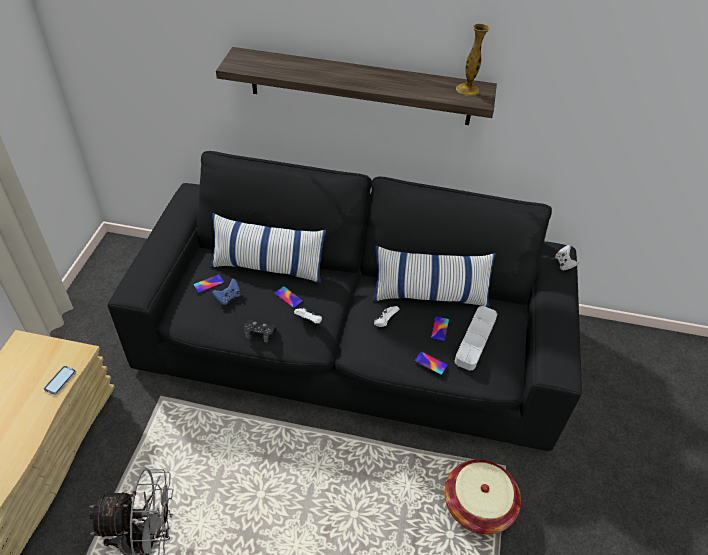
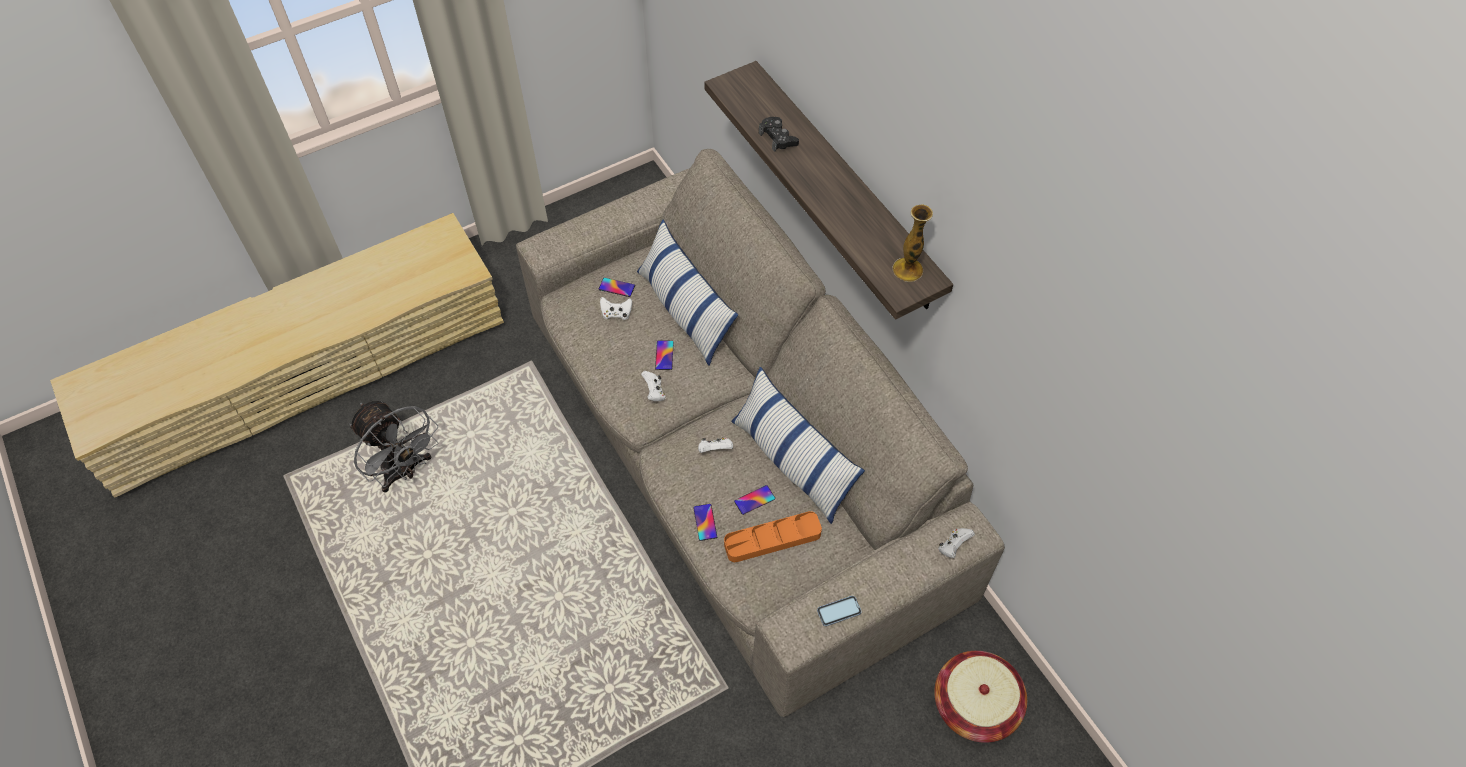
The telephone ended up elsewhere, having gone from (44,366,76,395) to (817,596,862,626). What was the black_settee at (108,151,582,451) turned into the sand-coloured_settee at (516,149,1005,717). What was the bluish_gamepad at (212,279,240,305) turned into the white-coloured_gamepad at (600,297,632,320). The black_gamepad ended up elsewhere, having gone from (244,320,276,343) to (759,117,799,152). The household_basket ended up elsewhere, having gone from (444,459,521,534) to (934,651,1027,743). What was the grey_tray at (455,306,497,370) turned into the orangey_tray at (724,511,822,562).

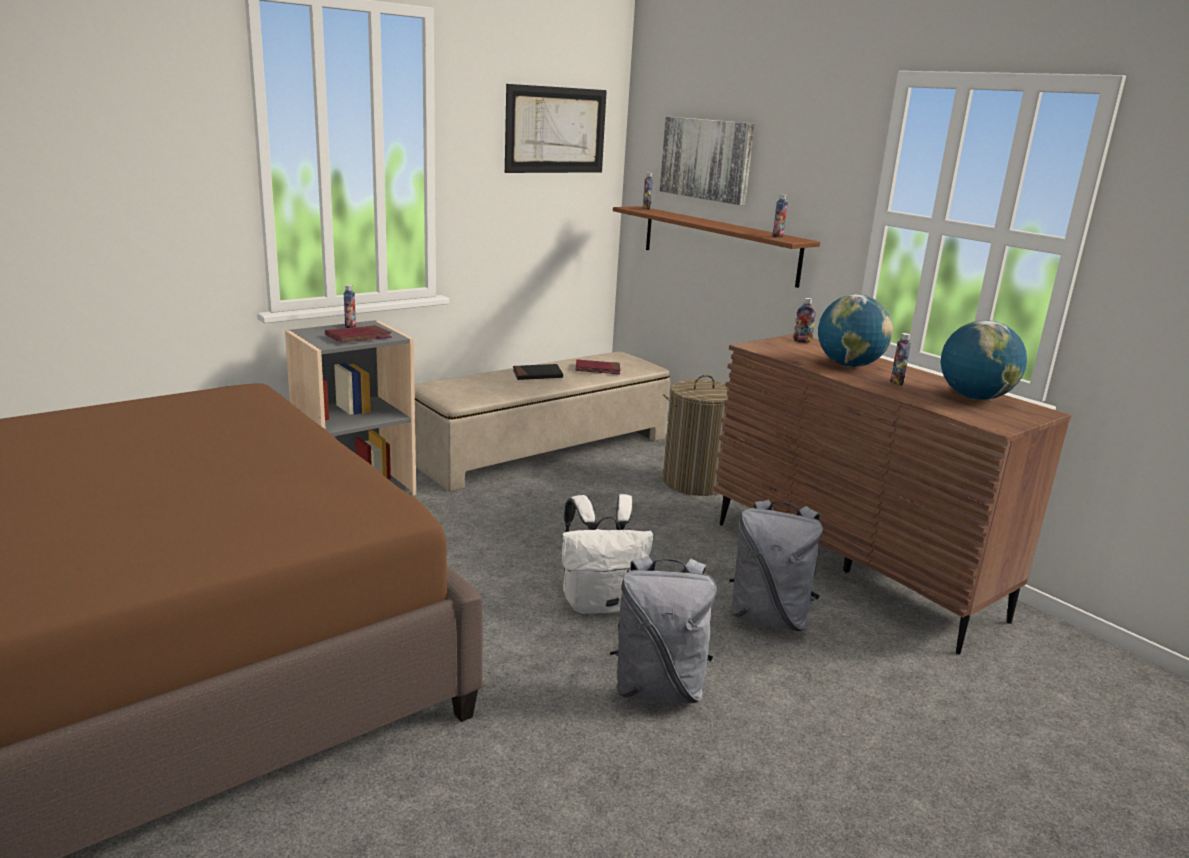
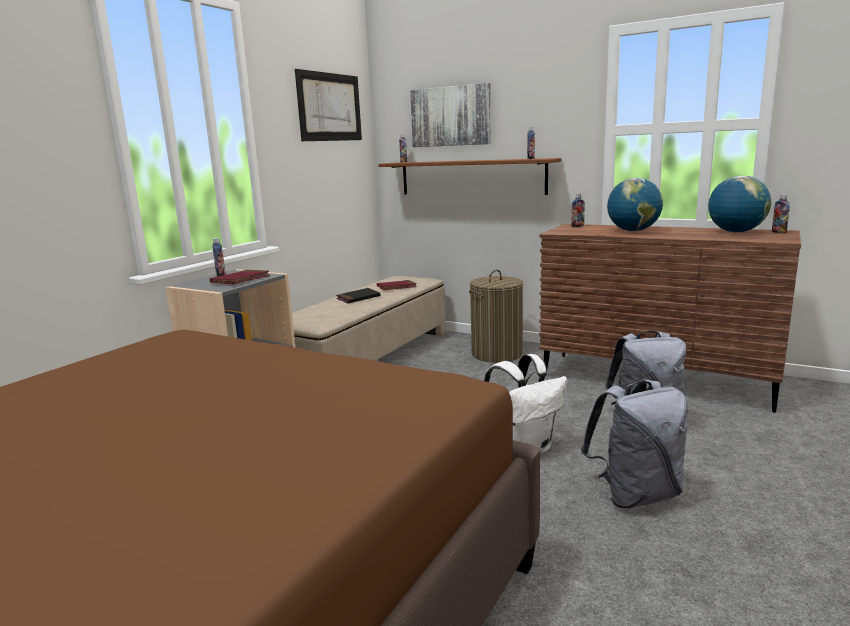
The beverage_bottle ended up elsewhere, having gone from (890,333,911,386) to (772,194,790,233).

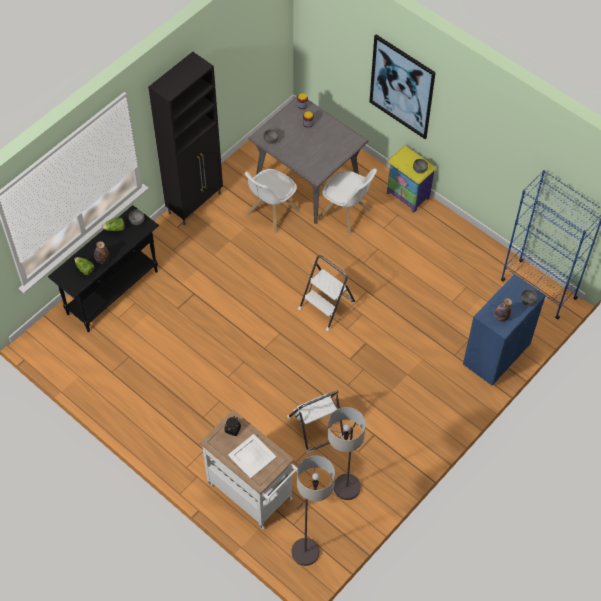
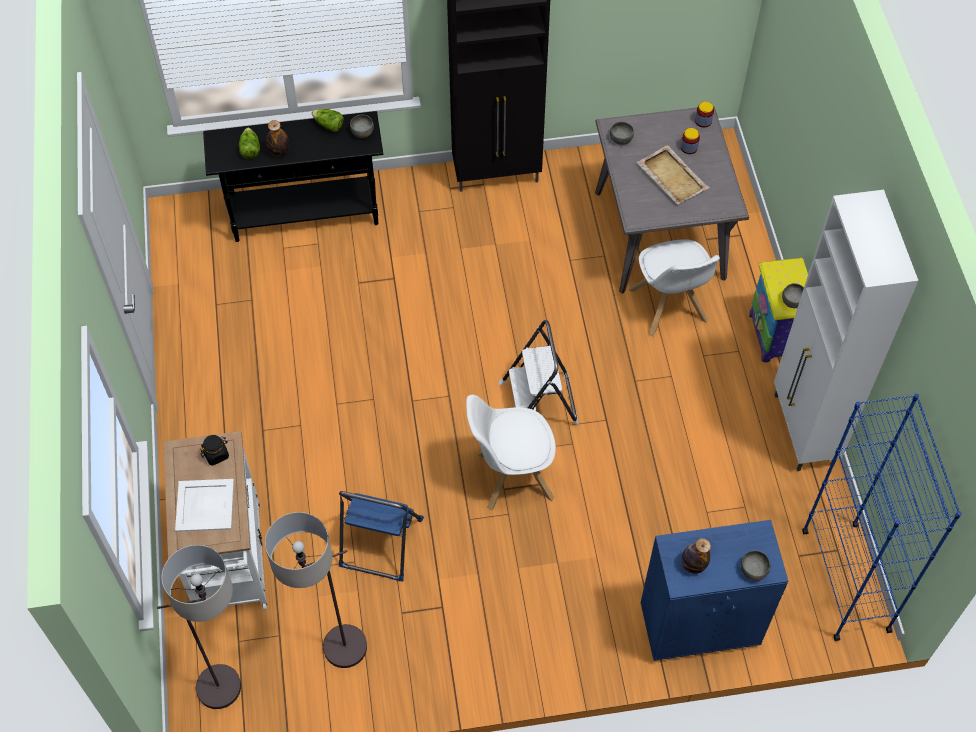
The white-coloured_upright_chair ended up elsewhere, having gone from (245,169,300,233) to (466,395,556,511). What was the white-coloured_stepladder at (287,391,344,453) turned into the bluish_stepladder at (339,491,424,582). The second view lost the wall_art at (369,34,436,139). The second view gained the sand-coloured_tray at (636,145,709,205). The second view gained the white-coloured_cupboard at (774,190,918,471).

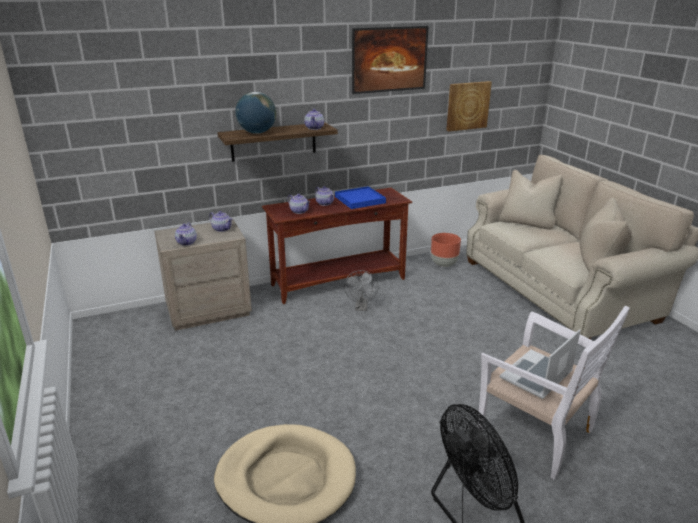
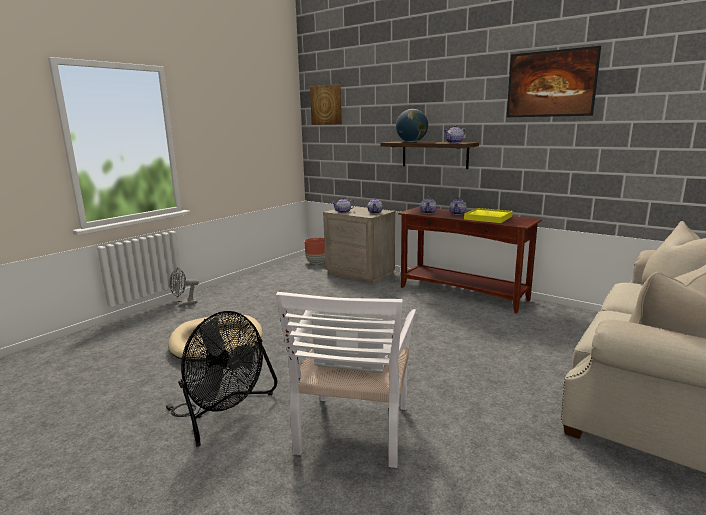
What was the bluish_tray at (335,186,386,209) turned into the yellow_tray at (464,208,513,223). The grey_fan ended up elsewhere, having gone from (344,270,378,311) to (170,267,199,306). The brown_flower_pot ended up elsewhere, having gone from (431,233,461,267) to (304,238,325,264). The wall_art ended up elsewhere, having gone from (446,81,492,132) to (310,84,342,125).

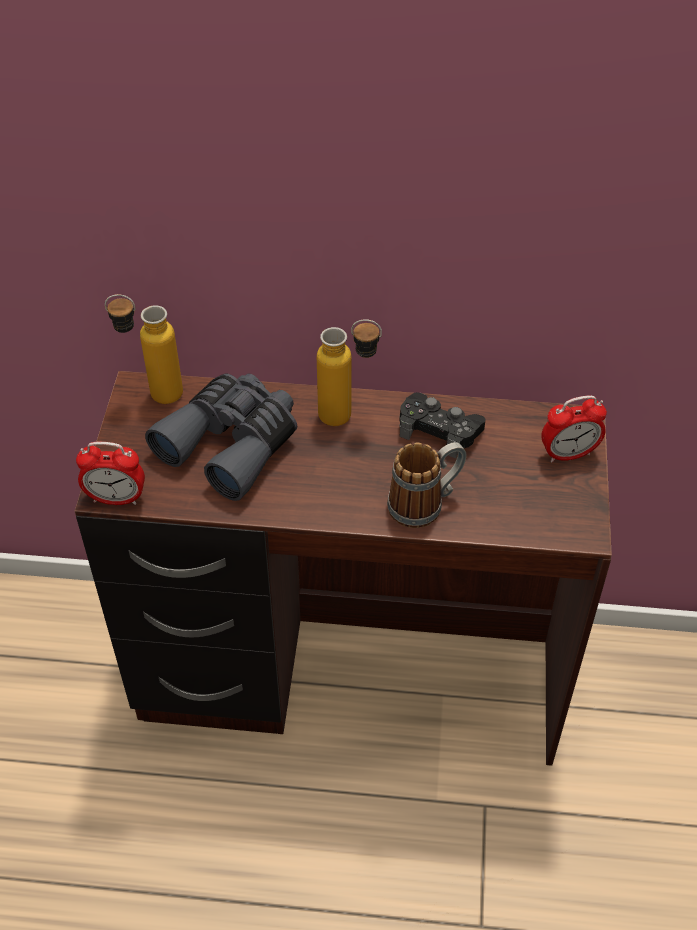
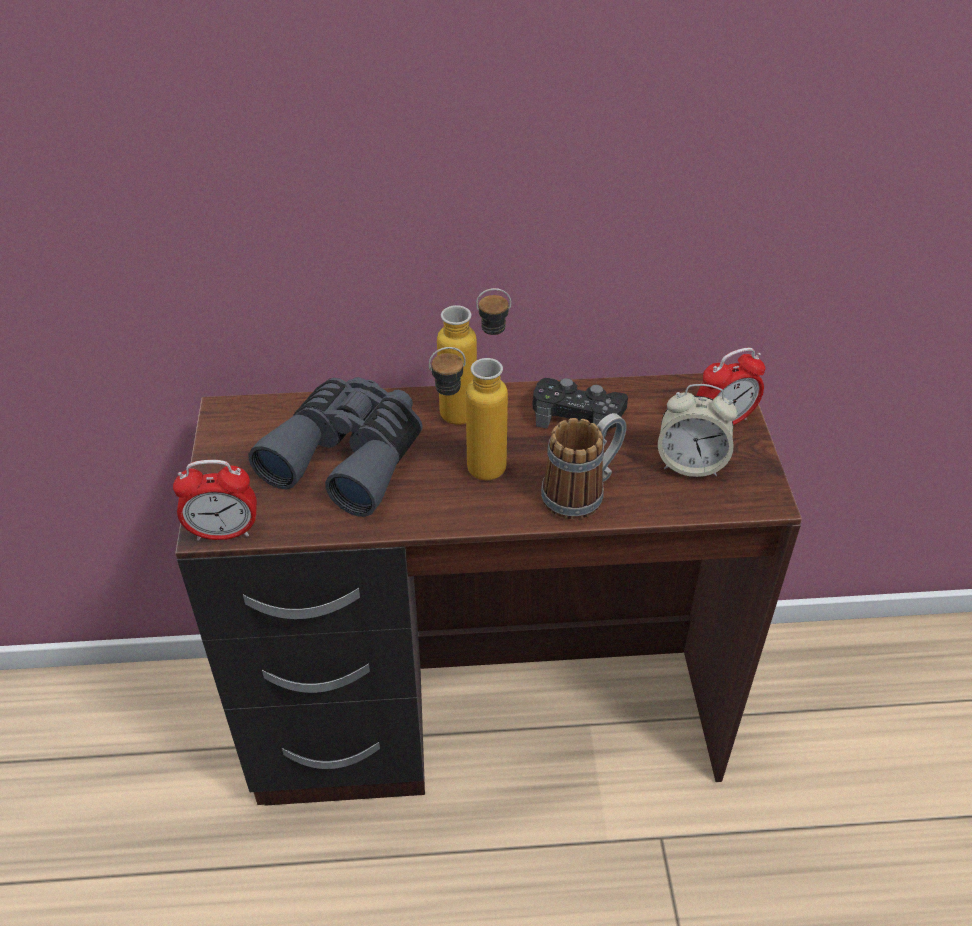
The beverage_bottle ended up elsewhere, having gone from (105,294,183,404) to (429,347,508,480). The second view gained the bedside_clock at (658,384,738,477).

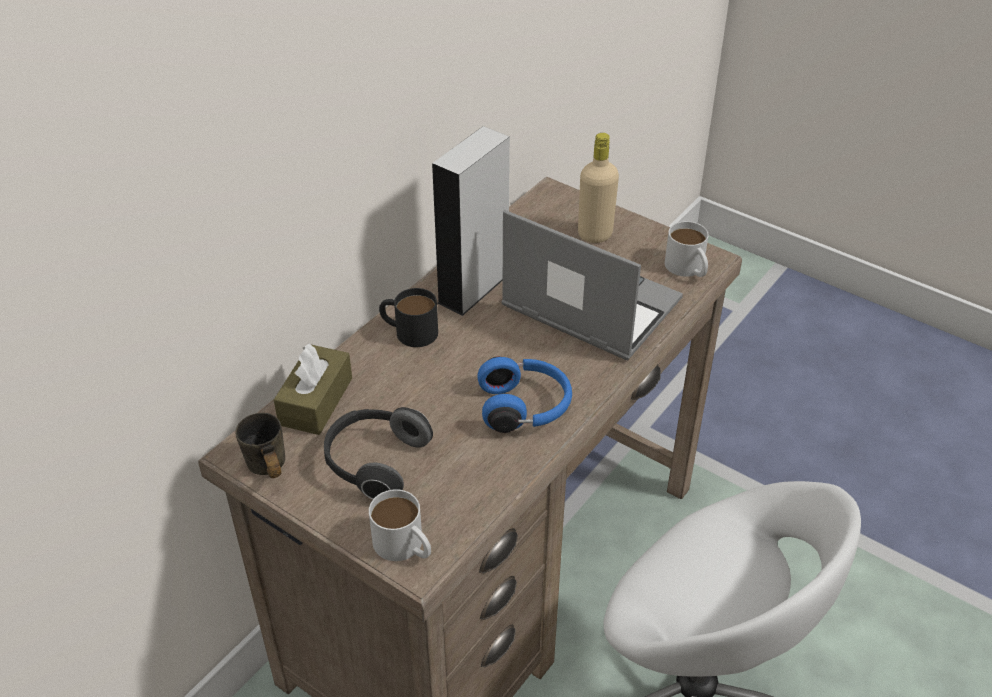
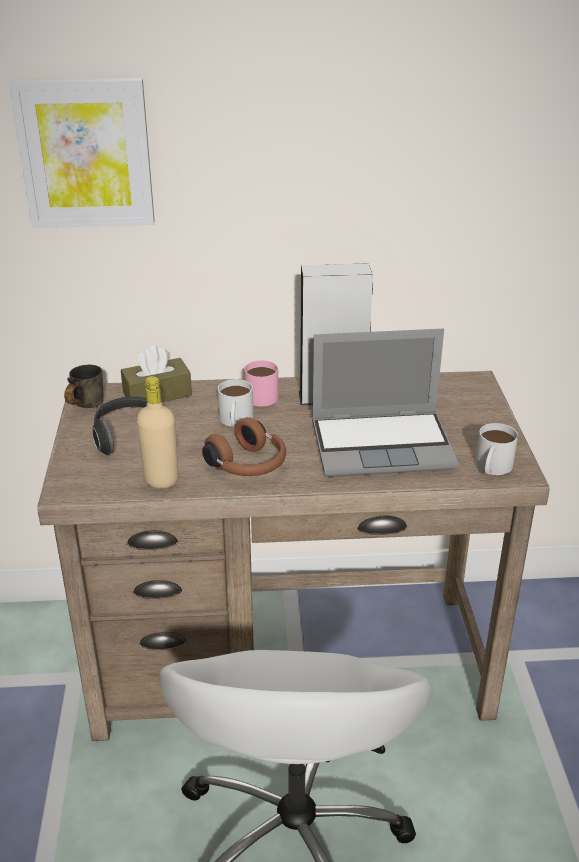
The white-coloured_tea_mug ended up elsewhere, having gone from (369,489,431,561) to (218,379,254,427). What was the black_tea_mug at (379,288,438,347) turned into the pinkish_tea_mug at (244,360,278,406). What was the bluish_headset at (478,357,572,433) turned into the brown_headset at (202,417,286,476). The laptop at (501,210,683,360) ended up facing another way, 90 degrees clockwise from before. The sand-coloured_beverage_bottle ended up elsewhere, having gone from (578,133,619,243) to (137,376,178,489). The second view gained the wall_art at (9,78,154,228).

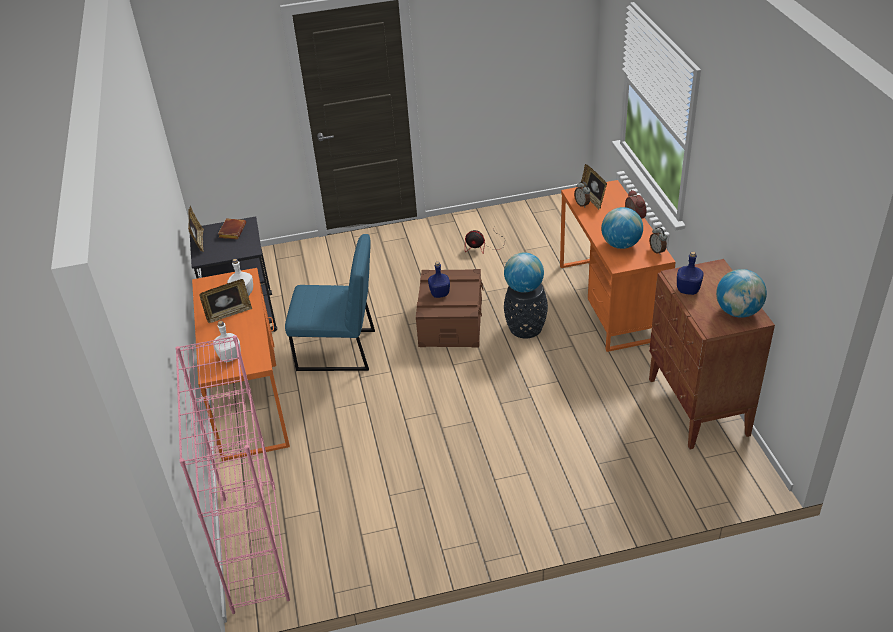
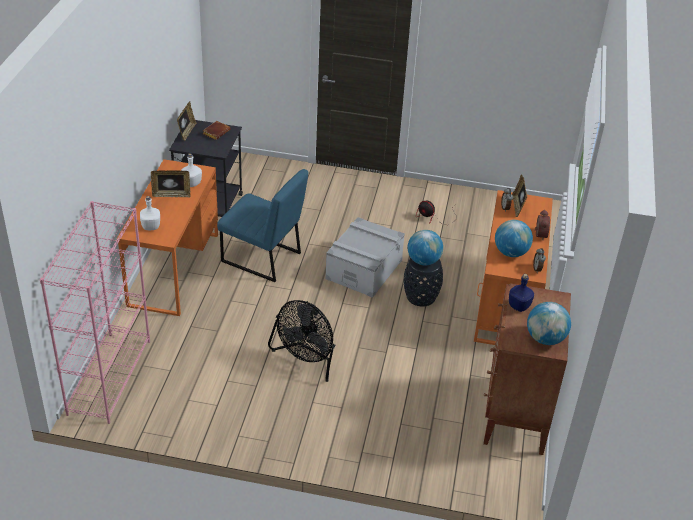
What was the brown_storage_container at (416,269,483,347) turned into the grey_storage_container at (325,217,405,298). The second view lost the bluish_beverage_bottle at (428,262,450,298). The second view gained the black_fan at (268,300,335,382).

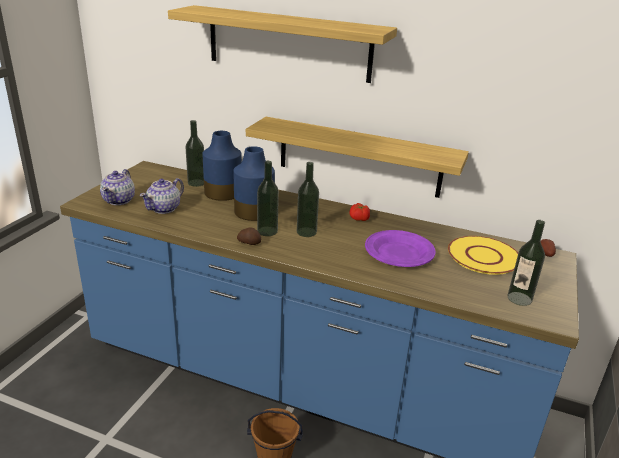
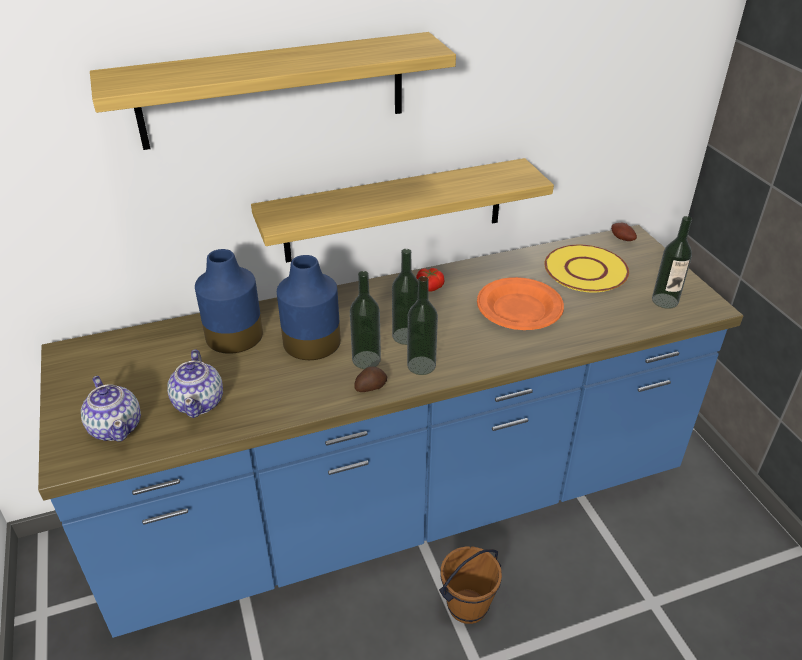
The beverage_bottle ended up elsewhere, having gone from (185,120,204,187) to (407,276,438,375). What was the purple_dinner_plate at (365,230,436,267) turned into the orangey_dinner_plate at (477,277,564,330).

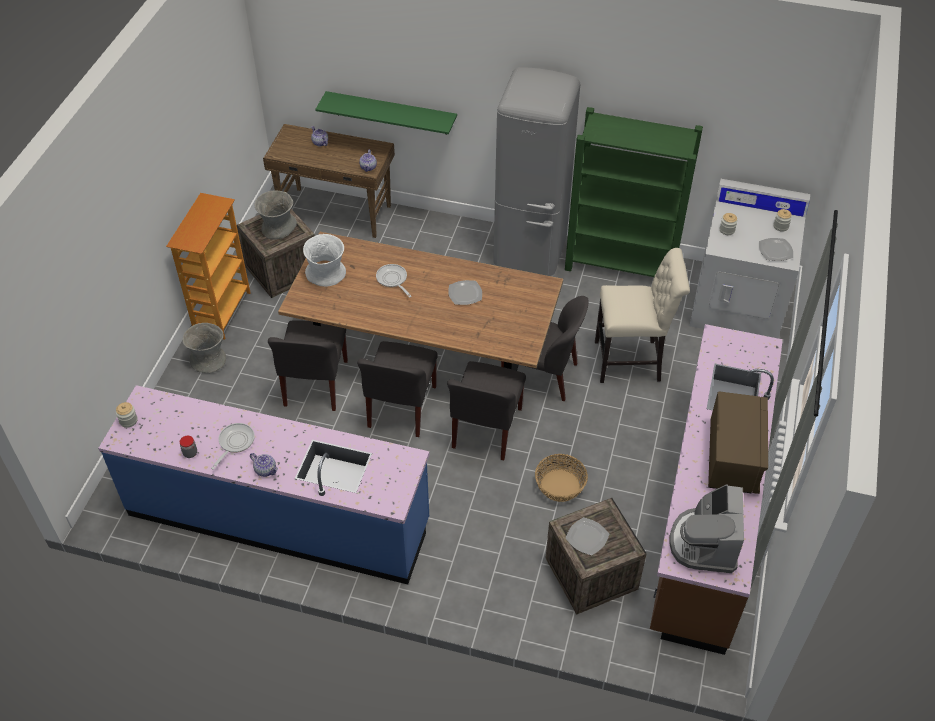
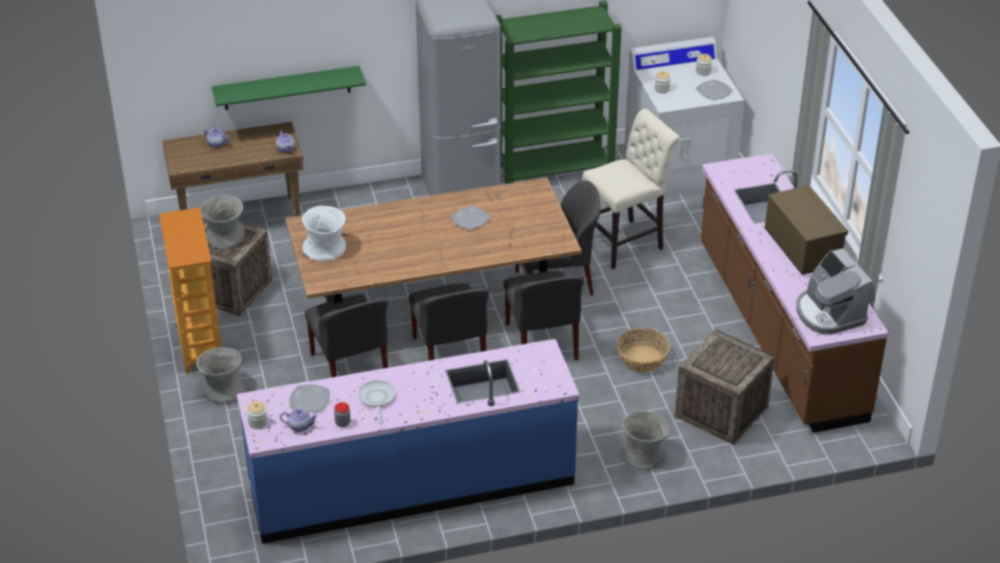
The pot_for_tea ended up elsewhere, having gone from (250,453,278,477) to (280,408,318,432). The second view lost the frying_pan at (376,264,412,298). The dinner_plate ended up elsewhere, having gone from (566,517,609,555) to (289,385,330,412). The second view gained the grey_flower_vase at (620,410,669,470).

